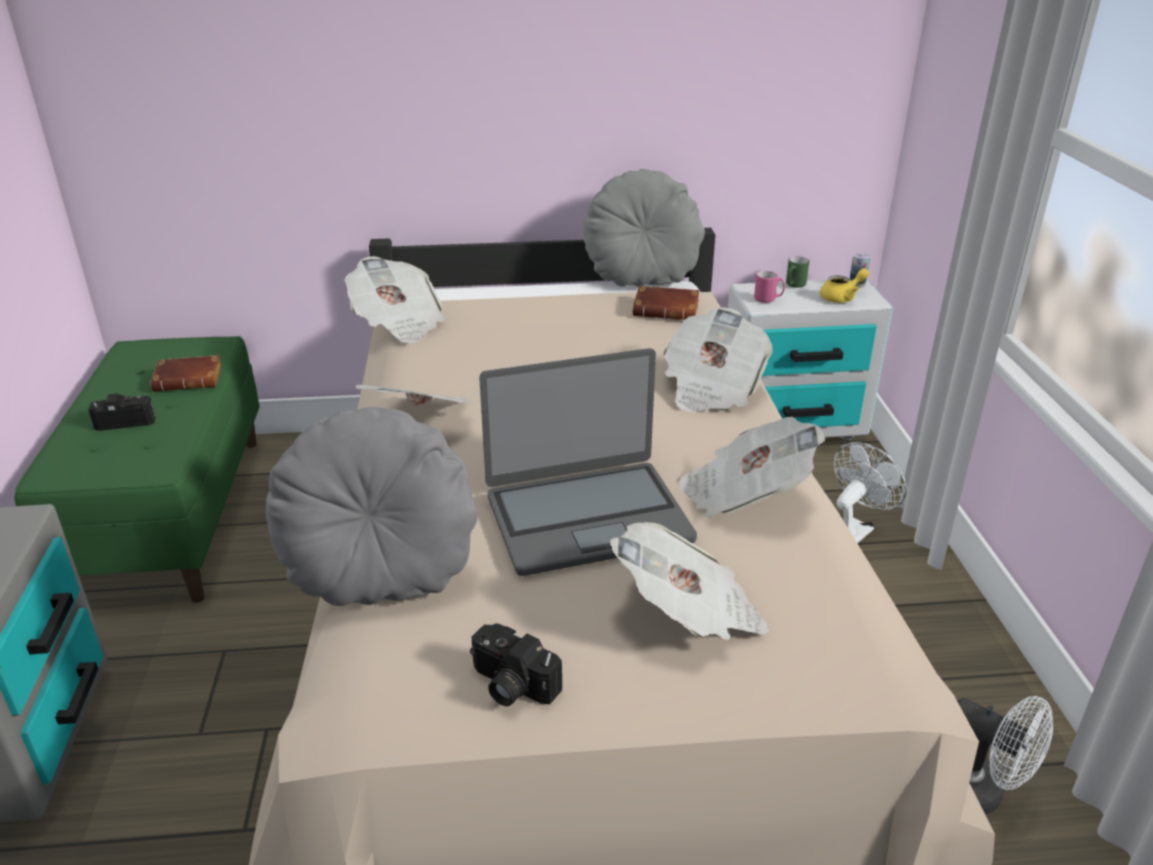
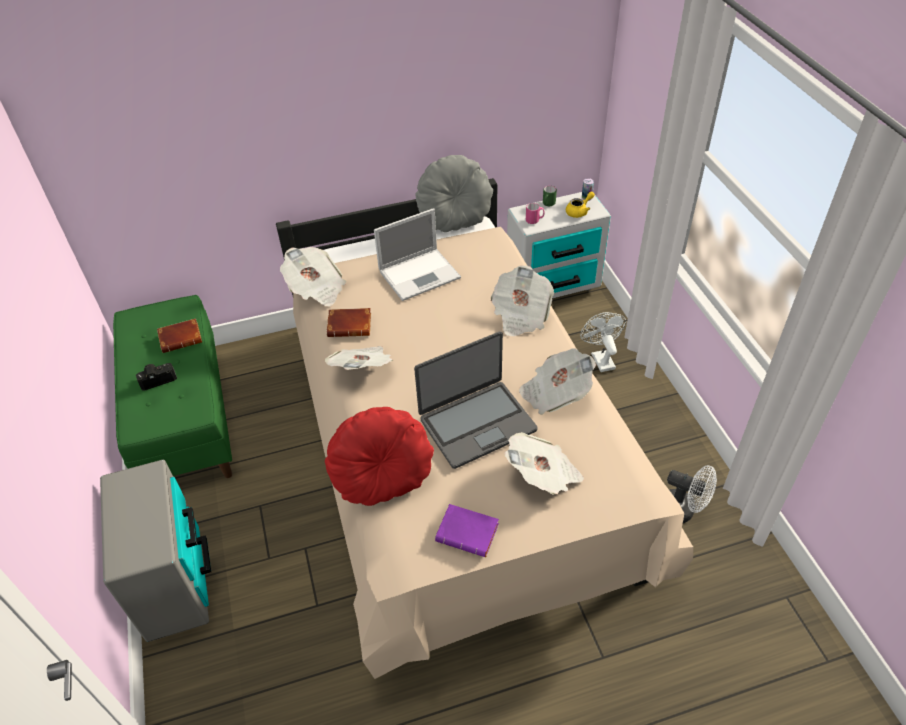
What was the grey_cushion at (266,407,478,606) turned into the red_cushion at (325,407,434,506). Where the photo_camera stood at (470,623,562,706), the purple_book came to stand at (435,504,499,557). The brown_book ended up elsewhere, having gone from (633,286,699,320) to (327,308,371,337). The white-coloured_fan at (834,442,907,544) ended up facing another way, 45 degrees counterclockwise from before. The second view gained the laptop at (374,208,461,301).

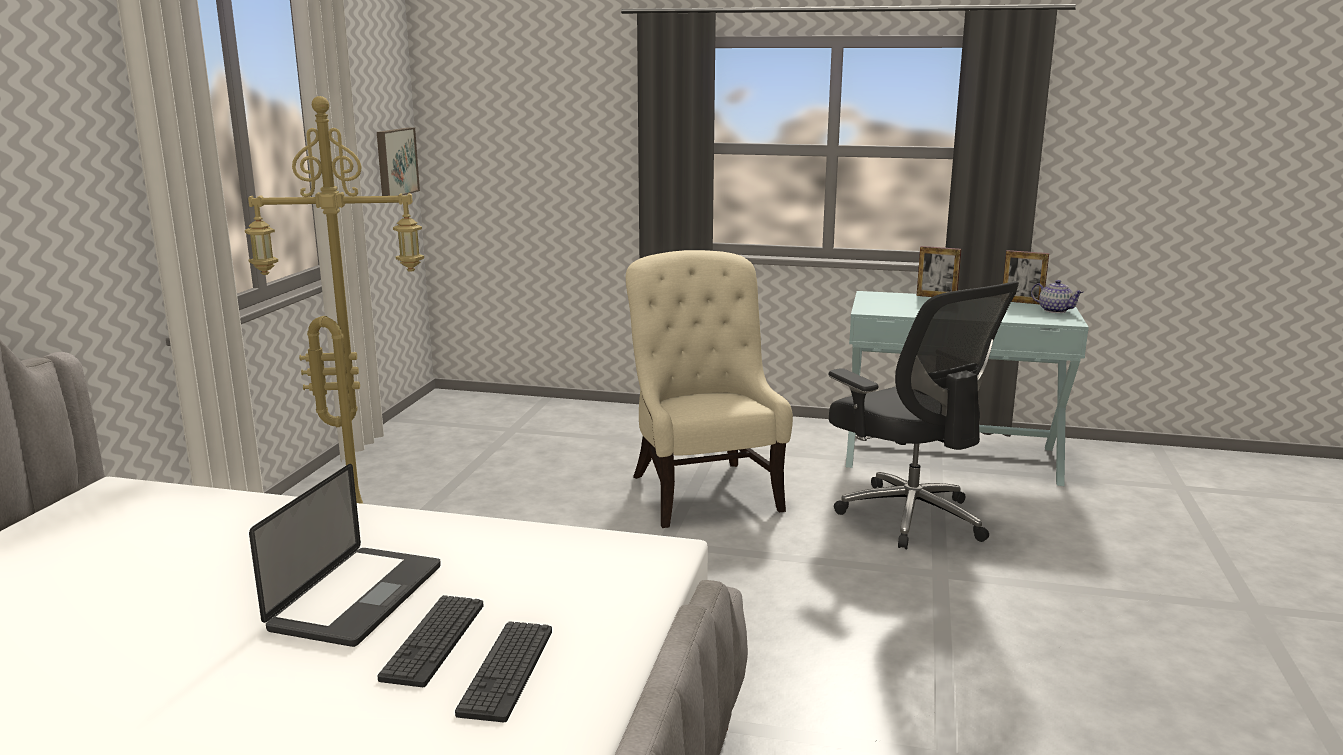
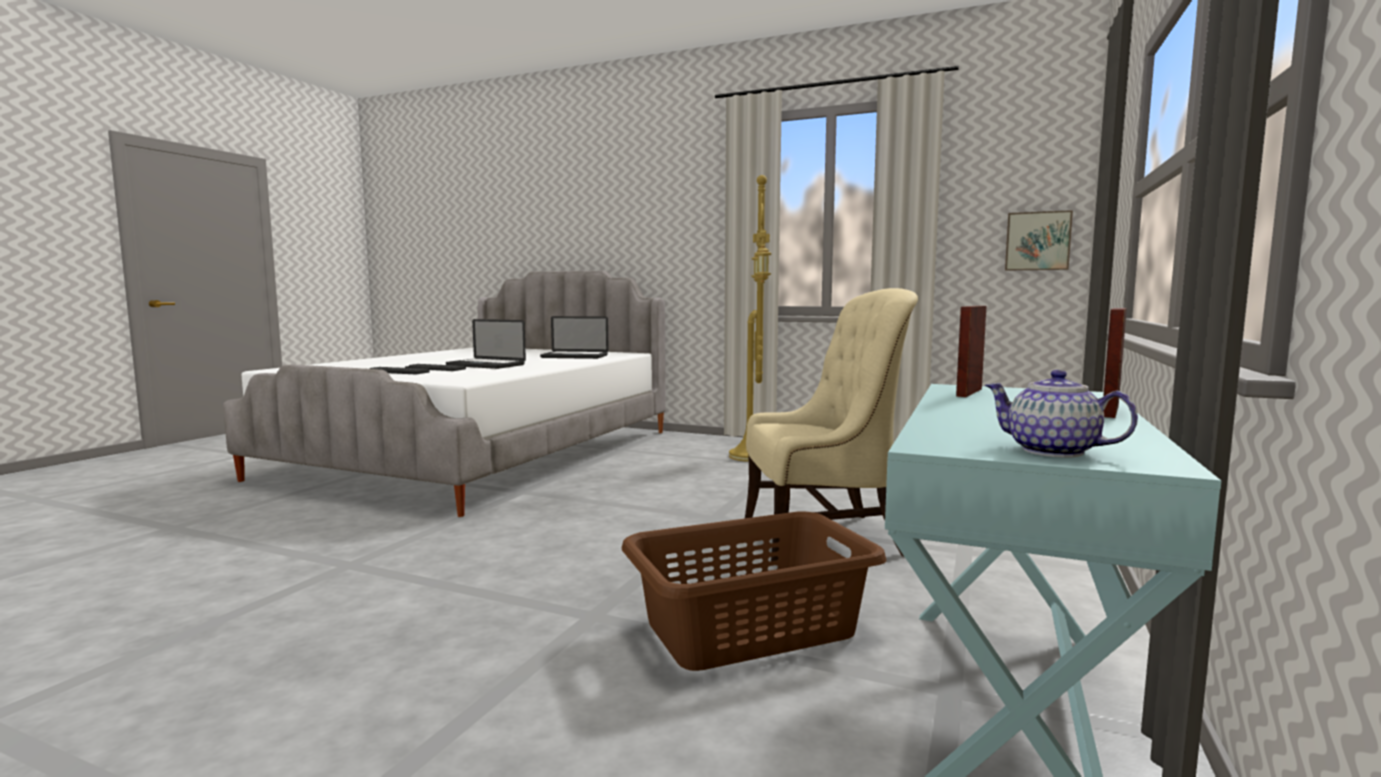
Where the computer_chair stood at (829,281,1019,549), the brown_washing_basket came to stand at (622,512,886,671). The standing_frame ended up elsewhere, having gone from (1003,250,1049,304) to (956,306,986,397). The pot_for_tea at (1031,280,1084,313) ended up facing another way, 75 degrees clockwise from before. The second view gained the laptop at (540,316,609,359).

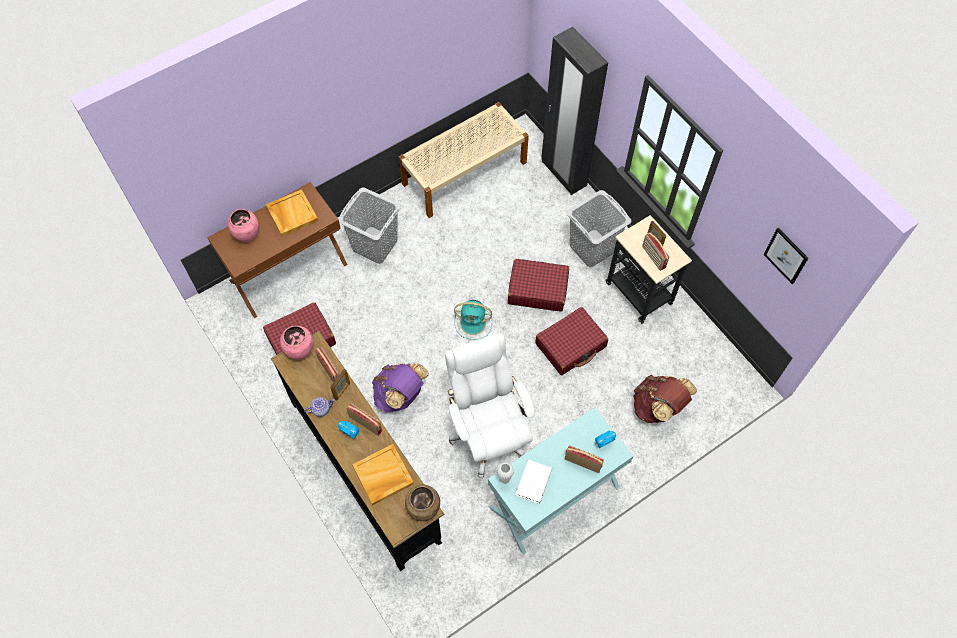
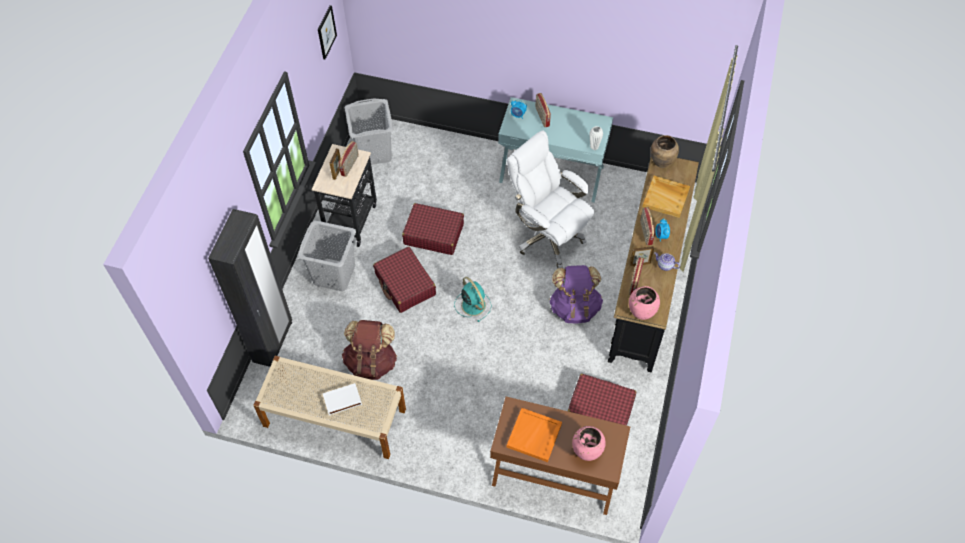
What was the sand-coloured_tray at (266,189,318,237) turned into the orangey_tray at (507,408,562,462). The grey_washing_basket ended up elsewhere, having gone from (338,188,401,264) to (345,98,394,165). The white-coloured_computer_chair at (445,333,535,479) ended up facing another way, 105 degrees clockwise from before. The white-coloured_book ended up elsewhere, having gone from (516,460,552,504) to (323,383,362,415). The brown_rucksack ended up elsewhere, having gone from (633,375,697,423) to (342,320,397,380).

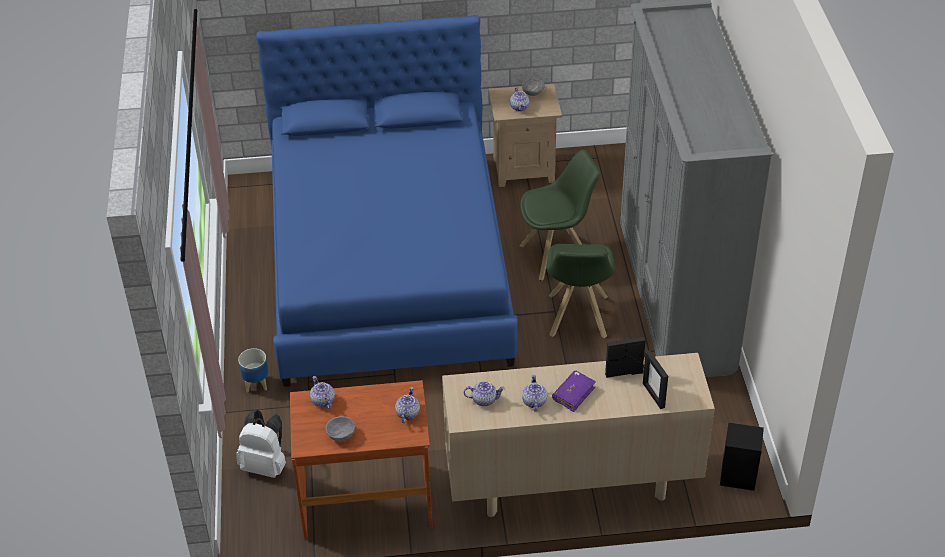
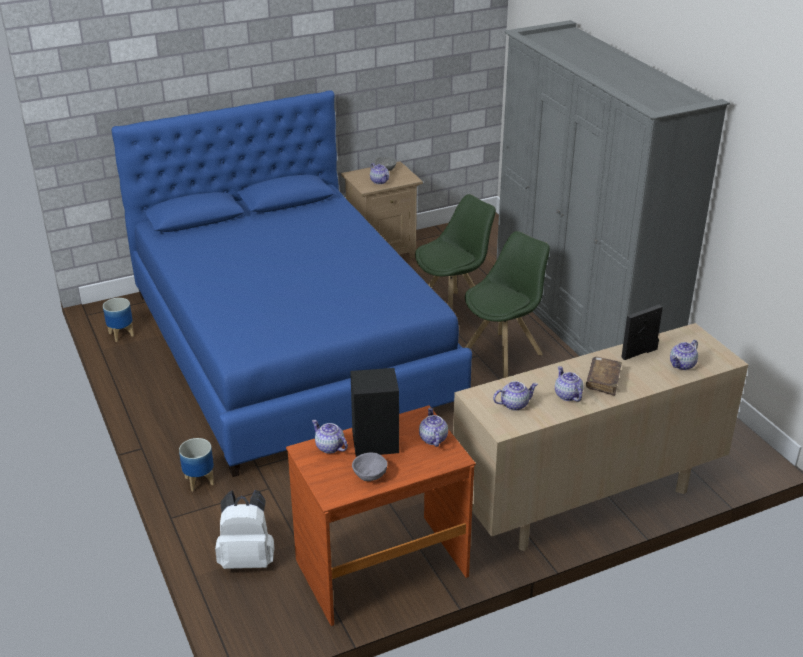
The green_upright_chair at (546,244,615,338) ended up facing another way, 120 degrees counterclockwise from before. What was the purple_book at (552,371,596,412) turned into the brown_book at (586,357,622,396). Where the standing_frame stood at (643,350,668,409), the pot_for_tea came to stand at (670,340,698,370). The black_audio_speaker ended up elsewhere, having gone from (720,423,764,491) to (350,368,399,457). The second view gained the flower_pot at (103,298,134,342).

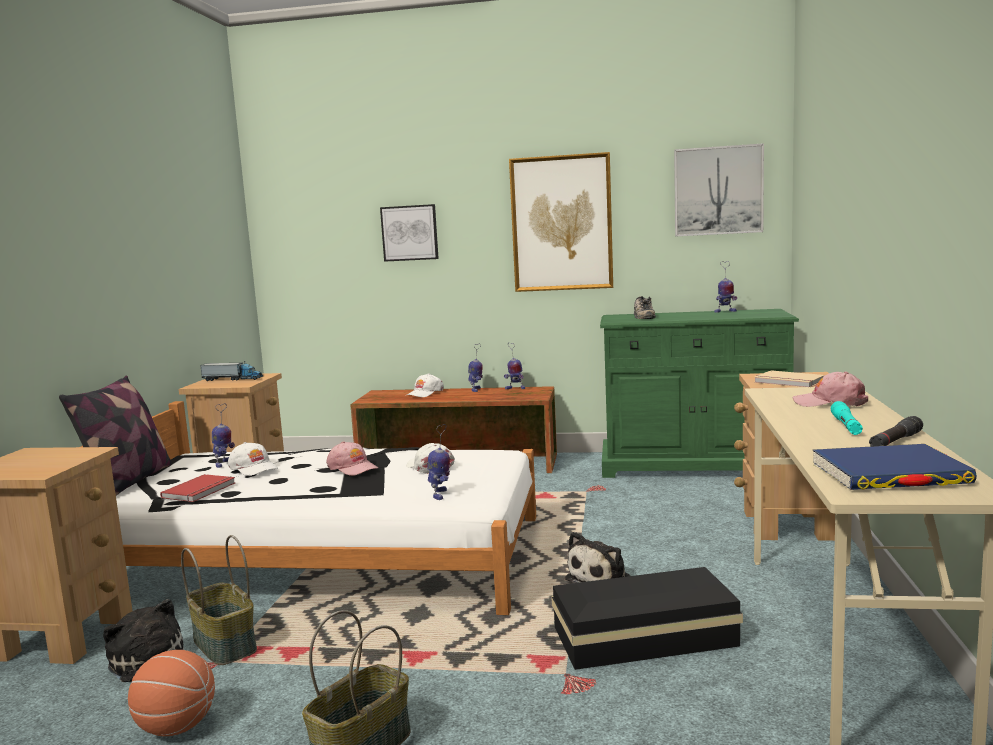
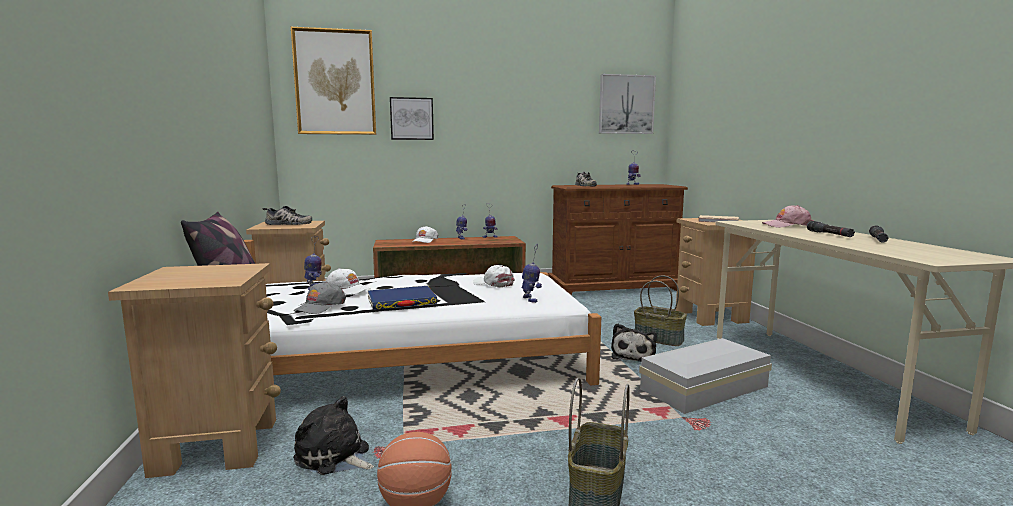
Where the red_book stood at (160,474,235,502), the grey_baseball_cap came to stand at (293,281,346,314). The household_basket ended up elsewhere, having gone from (181,535,257,665) to (634,275,687,346). Where the toy_truck stood at (200,361,263,381), the item_of_footwear came to stand at (263,206,312,225). The second view lost the pinkish_baseball_cap at (326,442,378,476). The wall_art ended up elsewhere, having gone from (509,152,613,292) to (291,27,376,135). What was the black_storage_container at (551,567,743,670) turned into the white-coloured_storage_container at (639,338,772,414). What was the green_dresser at (600,309,799,478) turned into the brown_dresser at (548,184,688,295). The bluish_book ended up elsewhere, having gone from (812,444,977,490) to (368,286,437,310). What was the turquoise_hand_torch at (831,401,863,435) turned into the black_hand_torch at (807,221,855,237).

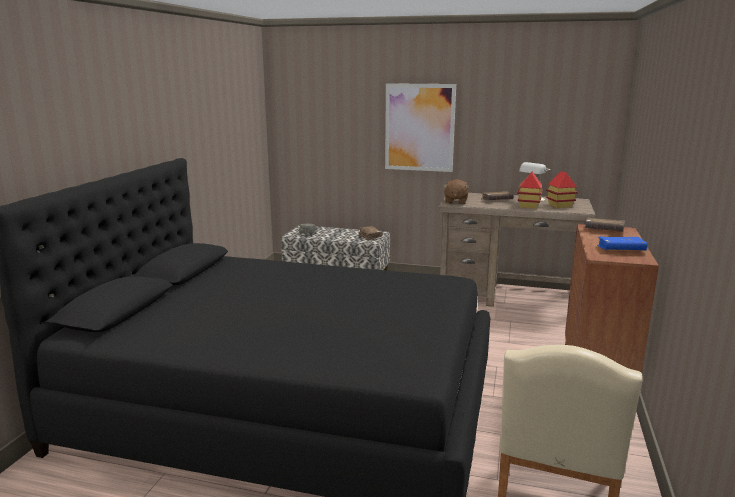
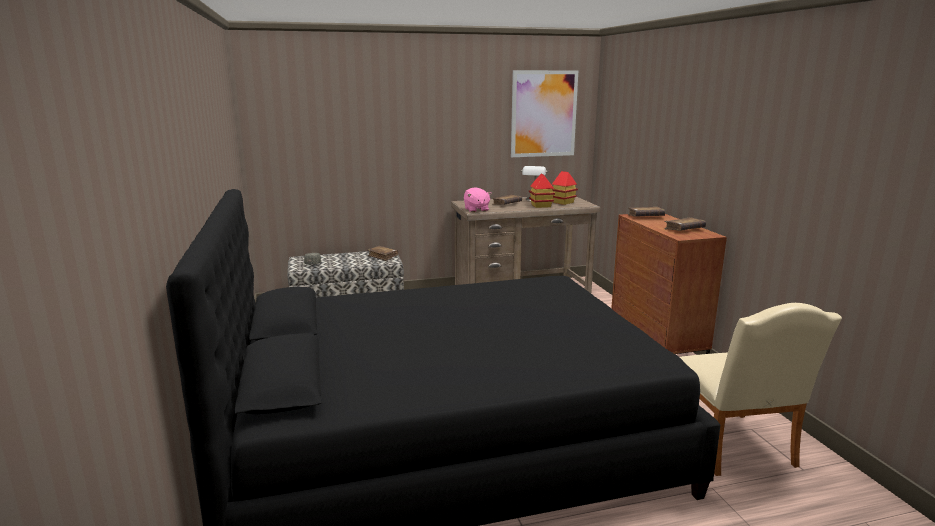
The wall_art ended up elsewhere, having gone from (385,83,456,172) to (511,70,578,157). What was the brown_soft_toy at (443,179,469,205) turned into the pinkish_soft_toy at (464,187,491,212). What was the bluish_book at (597,237,647,250) turned into the brown_book at (664,217,706,231).

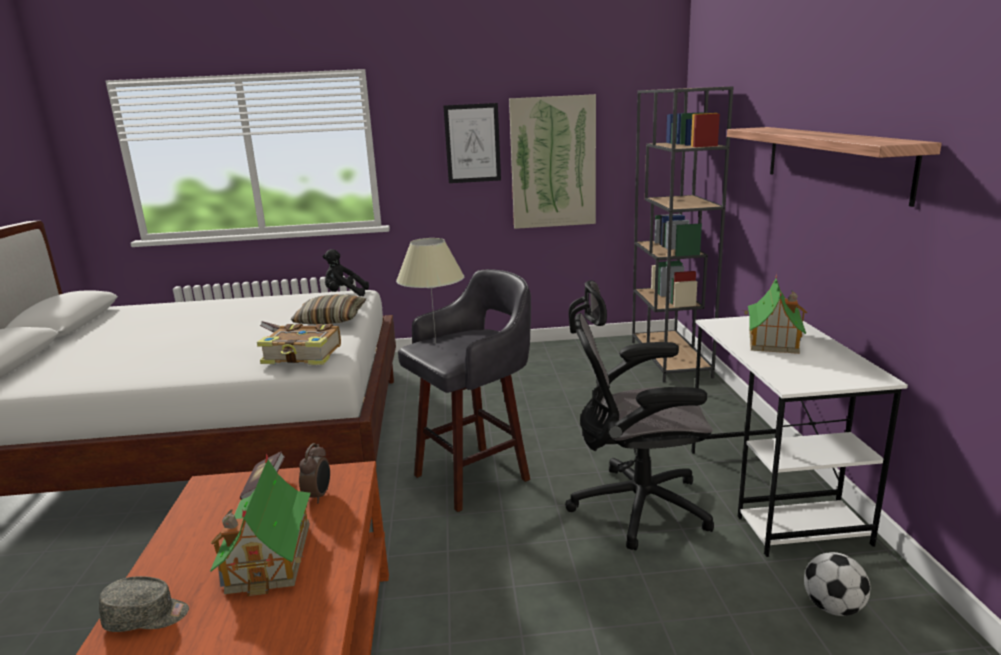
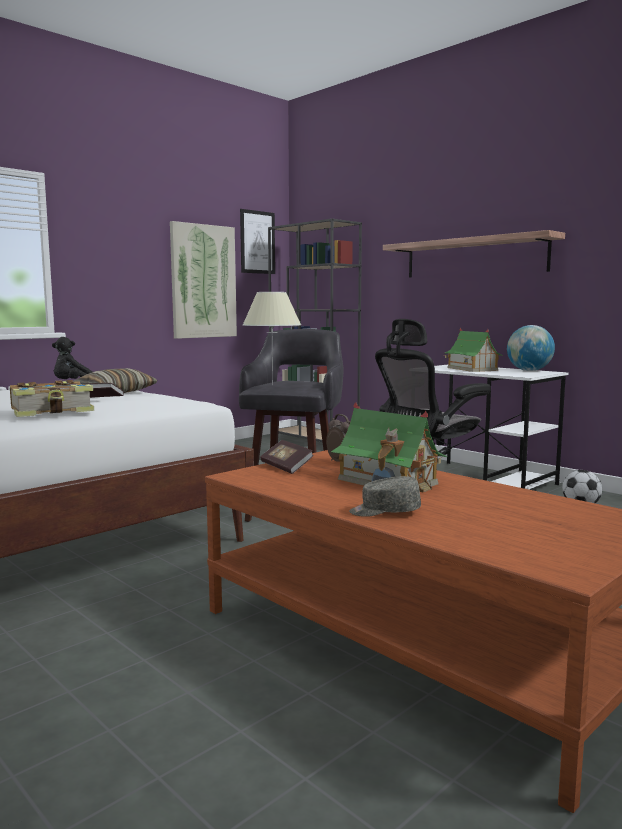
The grey_baseball_cap at (99,576,189,632) ended up facing another way, 135 degrees counterclockwise from before. The book ended up elsewhere, having gone from (257,324,341,365) to (10,380,94,417). The wall_art ended up elsewhere, having gone from (443,103,501,183) to (240,209,275,274). The second view gained the globe at (507,325,555,371).

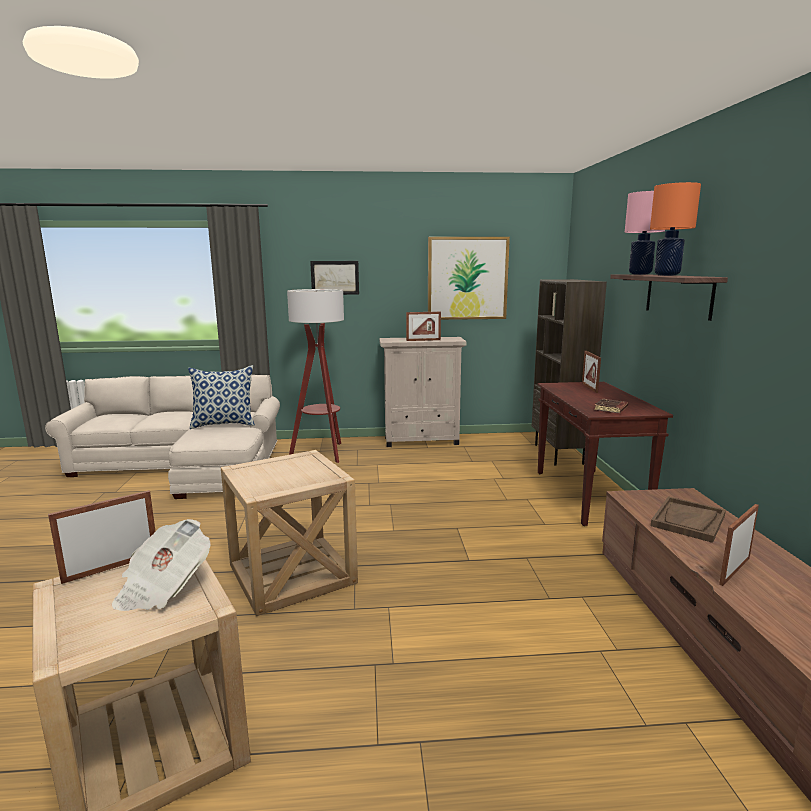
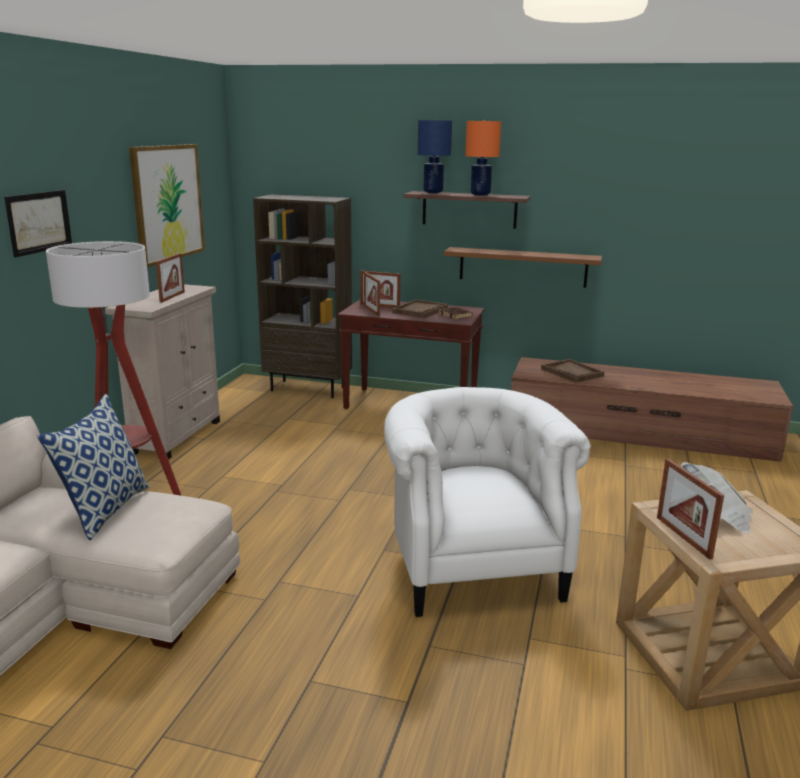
Where the sand-coloured_accent_table stood at (221,450,358,616), the white-coloured_lounge_chair came to stand at (384,387,591,617). What was the pinkish_lamp_for_a_table at (625,191,665,275) turned into the bluish_lamp_for_a_table at (418,119,452,194). The standing_frame ended up elsewhere, having gone from (719,504,759,586) to (364,272,380,316). The second view gained the brown_tray at (392,299,448,318). The second view gained the brown_wall_shelf at (444,247,602,288).

